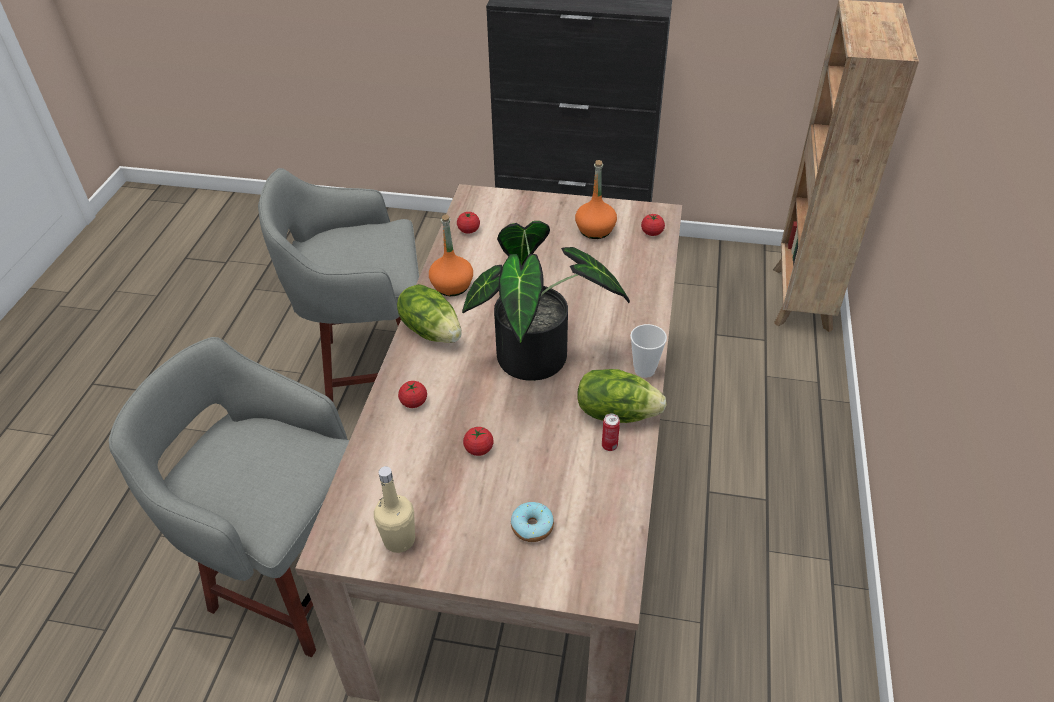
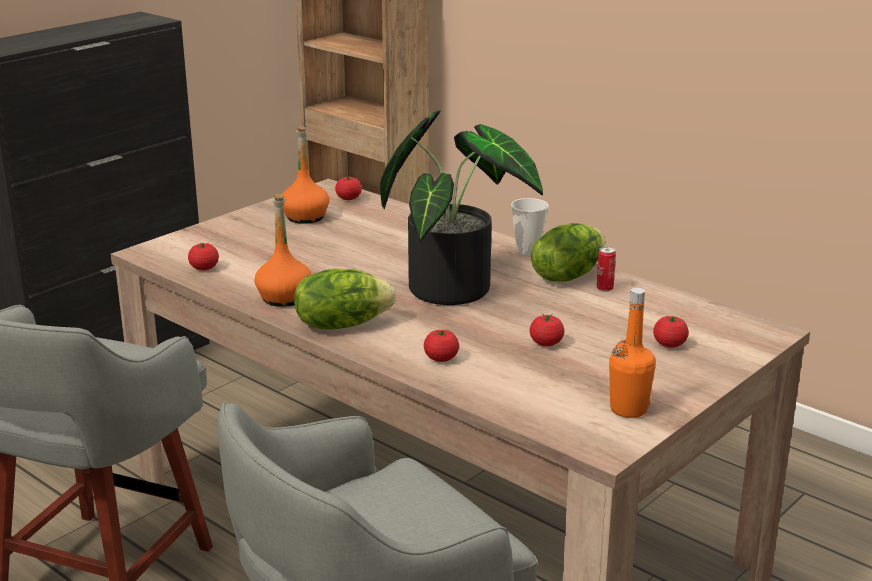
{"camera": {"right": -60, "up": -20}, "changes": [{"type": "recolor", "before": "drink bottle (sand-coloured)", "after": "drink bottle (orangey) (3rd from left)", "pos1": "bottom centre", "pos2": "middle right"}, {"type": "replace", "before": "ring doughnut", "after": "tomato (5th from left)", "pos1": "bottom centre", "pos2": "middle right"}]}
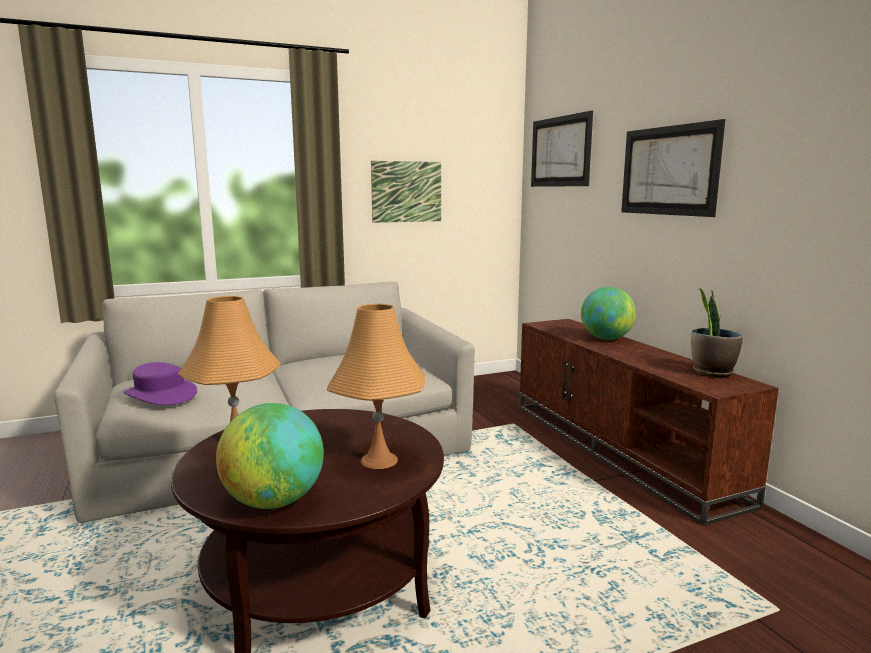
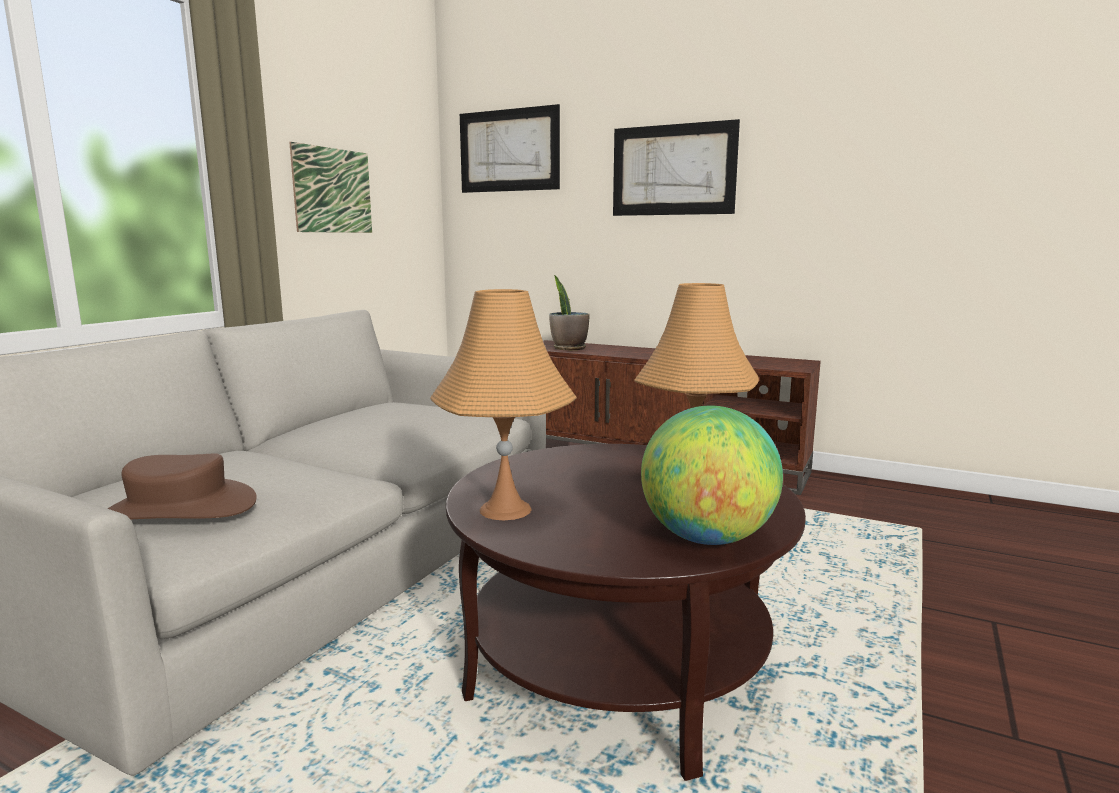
{"camera": {"right": -40, "up": 0}, "changes": [{"type": "recolor", "before": "clothing hat (purple)", "after": "clothing hat (brown)", "pos1": "middle left", "pos2": "middle left"}, {"type": "delete", "before": "globe (2nd from left)", "pos1": "middle right"}, {"type": "move", "before": "plant in a pot", "pos1": "middle right", "pos2": "centre"}]}
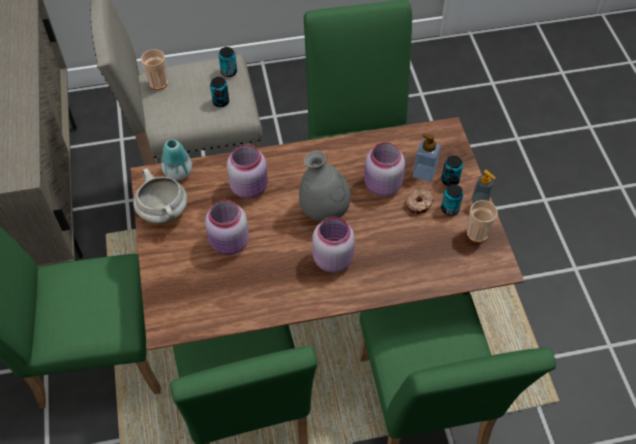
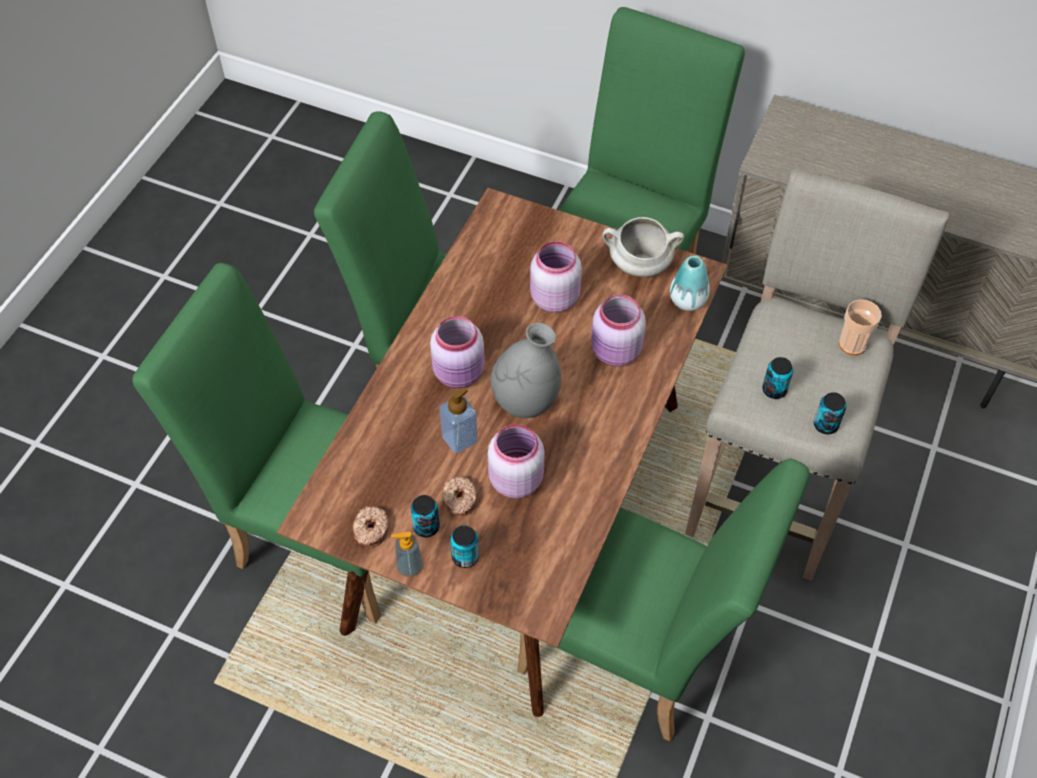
{"camera": {"right": 125, "up": 0}, "changes": [{"type": "move", "before": "soap bottle (1st from left in the first image)", "after": "soap bottle (2nd from left)", "pos1": "middle right", "pos2": "centre"}, {"type": "replace", "before": "small cup (2nd from left)", "after": "ring doughnut (1st from left)", "pos1": "middle right", "pos2": "bottom centre"}]}
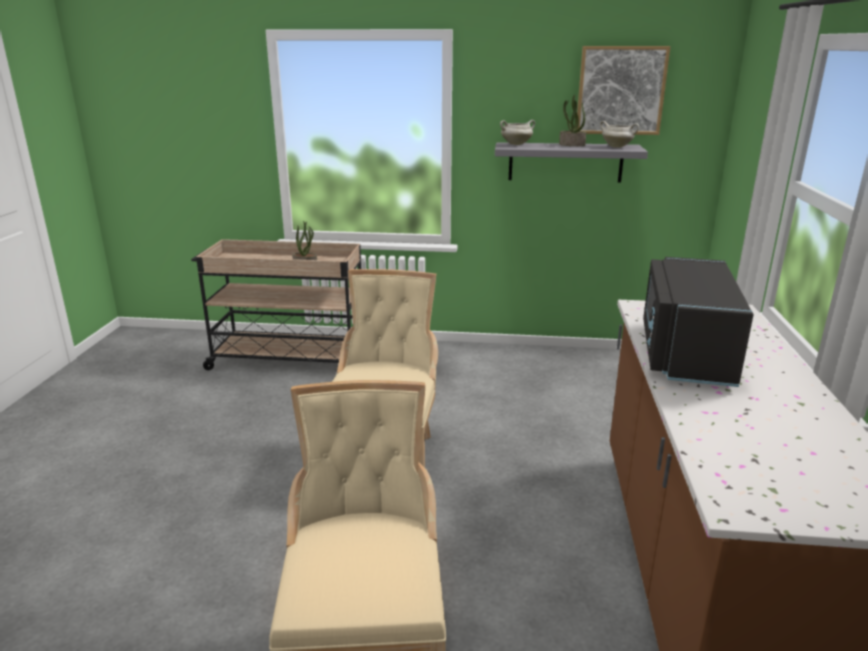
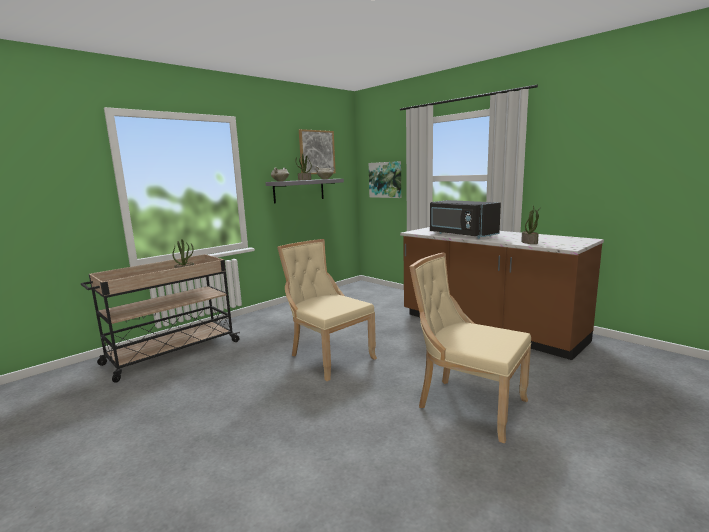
{"camera": {"right": -50, "up": -10}, "changes": [{"type": "insert", "after": "wall art (2nd from left)", "pos2": "centre"}, {"type": "insert", "after": "plant in a pot (3rd from left)", "pos2": "middle right"}]}
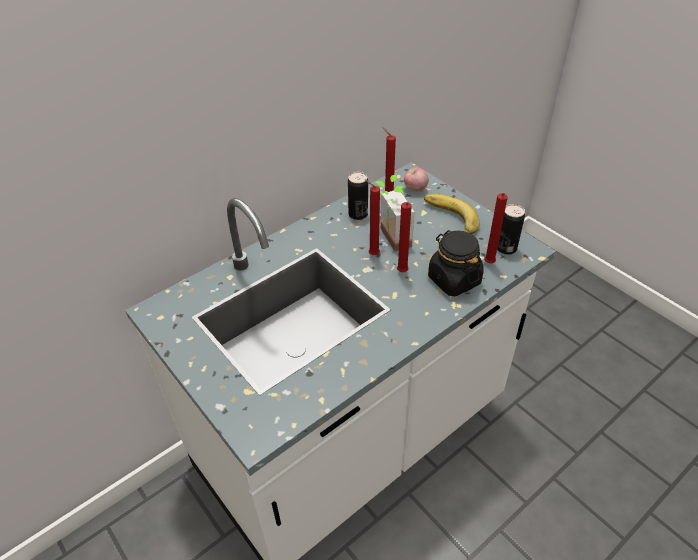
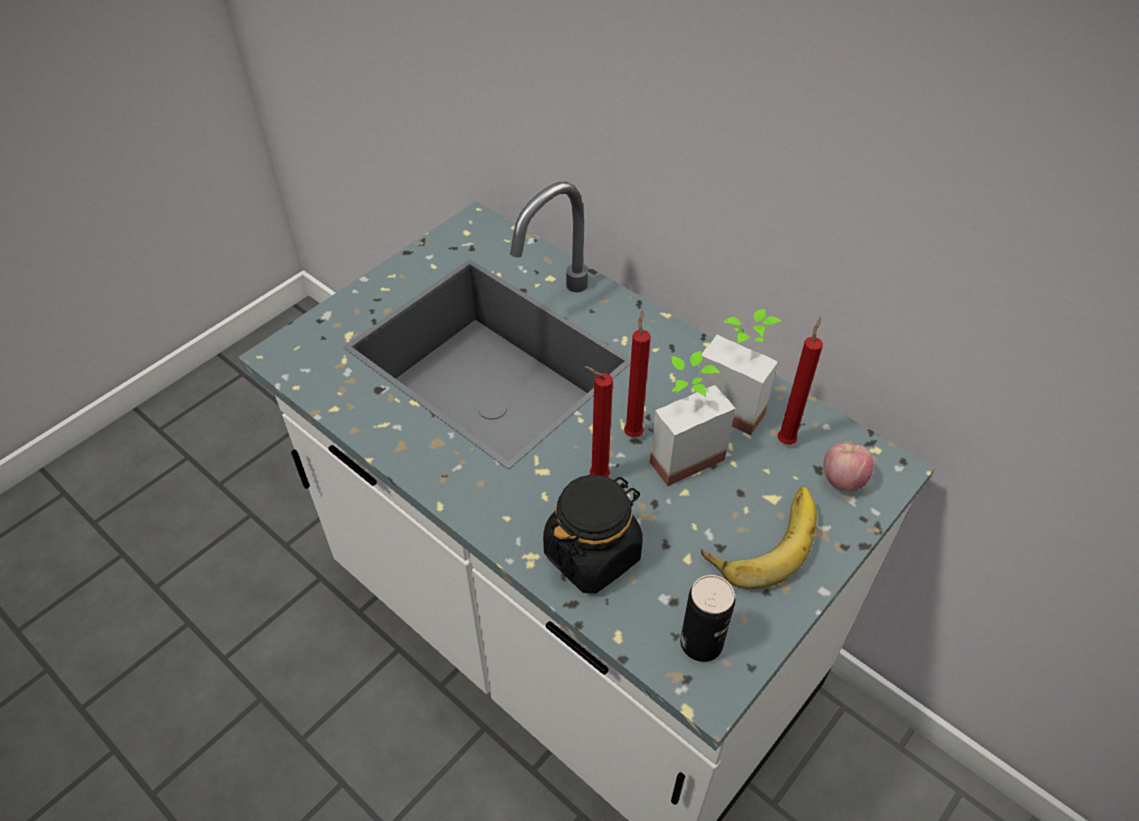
{"camera": {"right": 80, "up": 5}, "changes": [{"type": "replace", "before": "metal can (1st from left)", "after": "plant in a pot (2nd from left)", "pos1": "centre", "pos2": "centre"}, {"type": "delete", "before": "wax light (red-coloured) (4th from left)", "pos1": "middle right"}]}
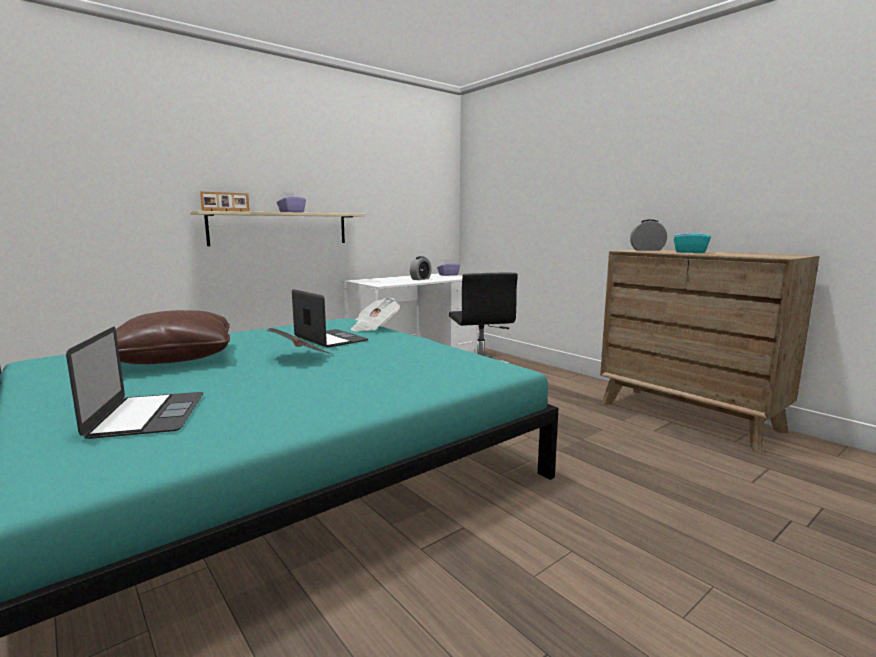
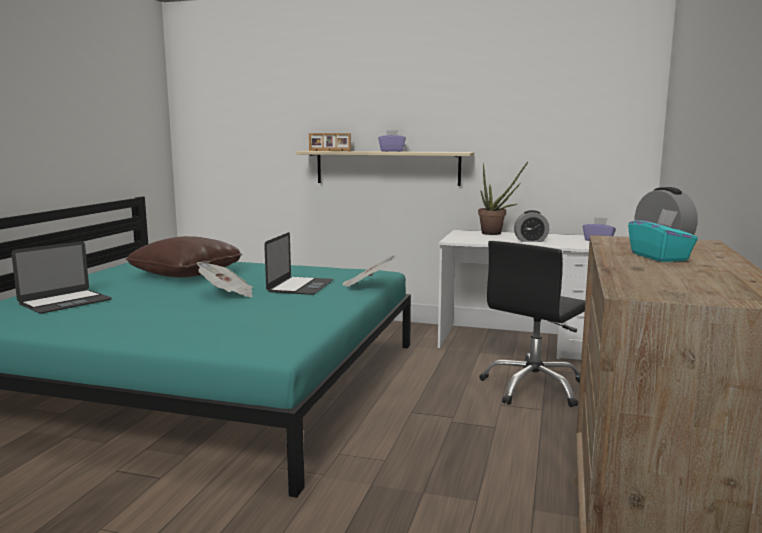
{"camera": {"right": 55, "up": 0}, "changes": [{"type": "insert", "after": "plant in a pot", "pos2": "centre"}]}
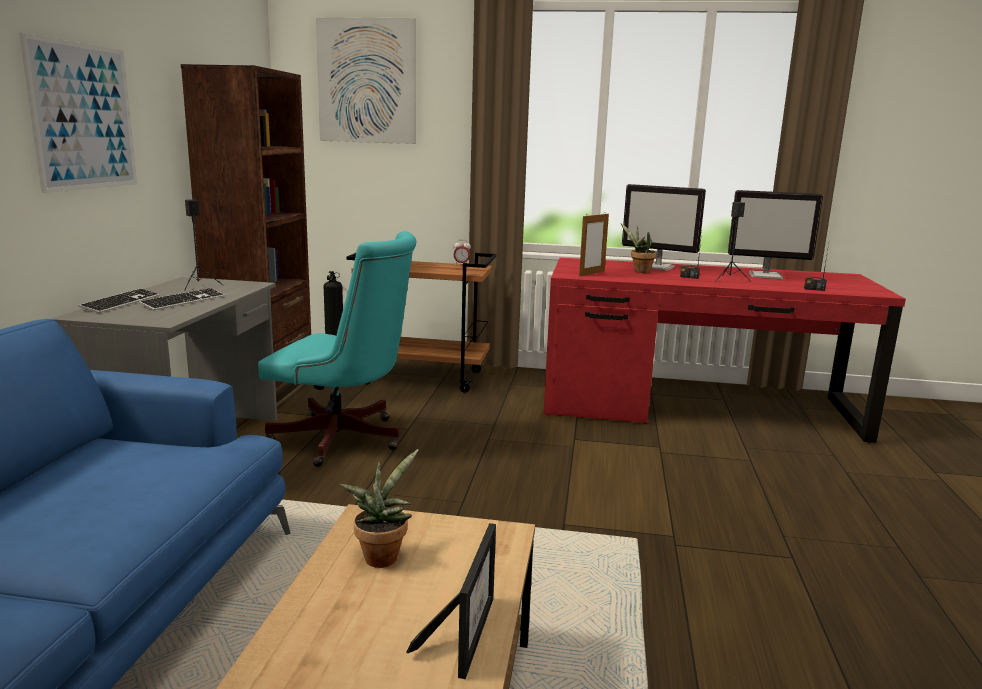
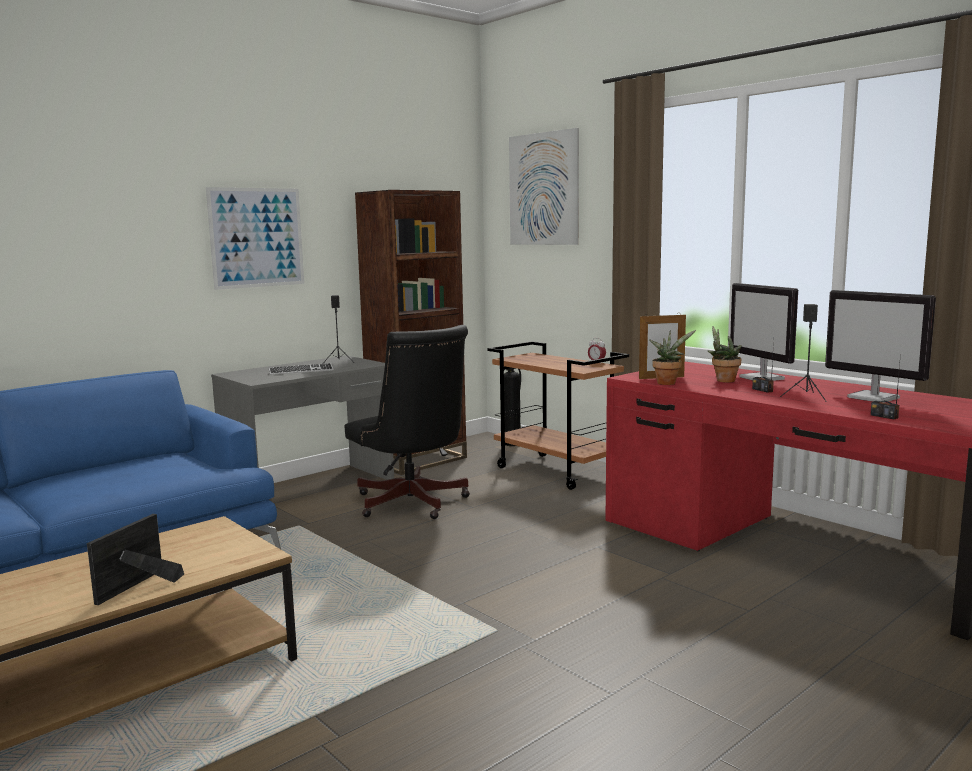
{"camera": {"right": 40, "up": -5}, "changes": [{"type": "delete", "before": "computer keyboard (1st from left)", "pos1": "middle left"}, {"type": "recolor", "before": "office chair (turquoise)", "after": "office chair (black-coloured)", "pos1": "centre", "pos2": "centre"}, {"type": "move", "before": "plant in a pot (1st from left)", "pos1": "bottom centre", "pos2": "middle right"}, {"type": "rotate", "before": "photo frame (1st from left)", "pos1": "bottom centre", "pos2": "bottom left", "turn": 150}]}
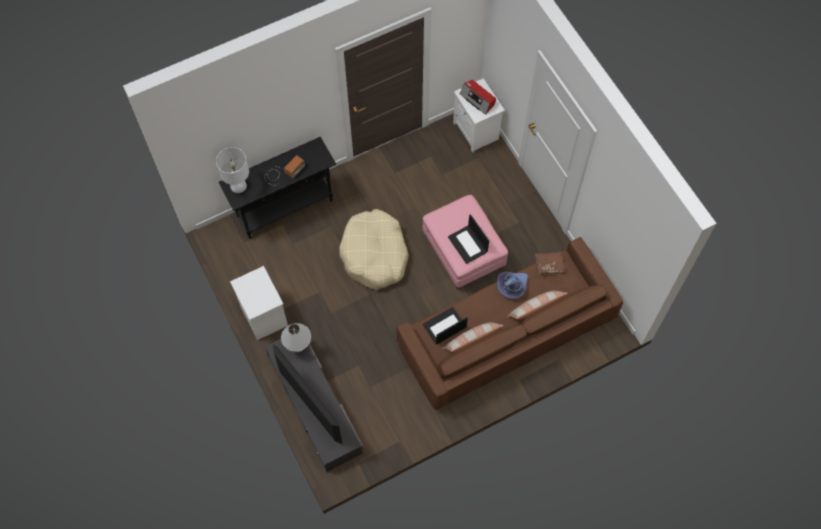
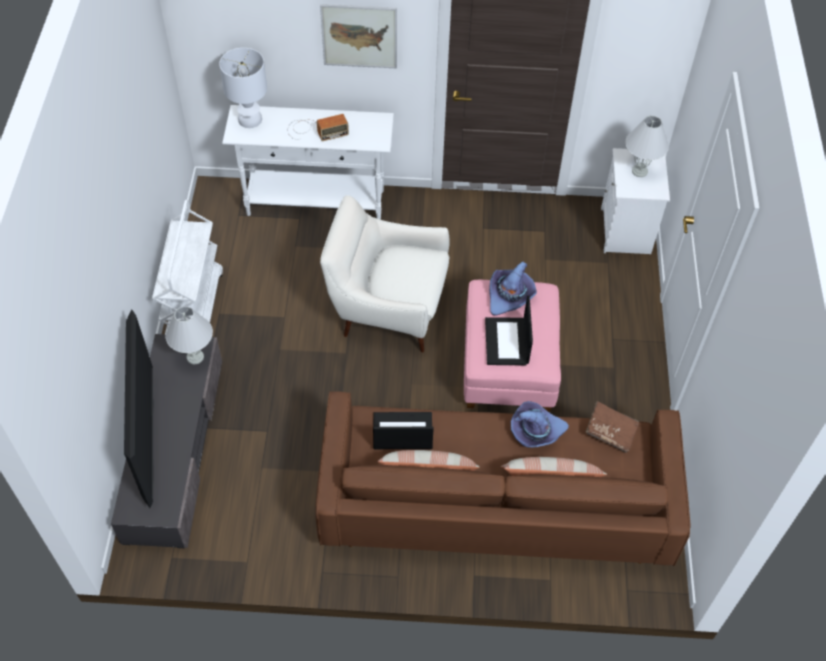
{"camera": {"right": 30, "up": -10}, "changes": [{"type": "recolor", "before": "console table (black-coloured)", "after": "console table (white-coloured)", "pos1": "centre", "pos2": "top centre"}, {"type": "replace", "before": "bedside table (white-coloured) (1st from left)", "after": "wheeled cart (white-coloured)", "pos1": "middle left", "pos2": "middle left"}, {"type": "replace", "before": "dog bed (sand-coloured)", "after": "lounge chair (white-coloured)", "pos1": "centre", "pos2": "centre"}, {"type": "replace", "before": "radio receiver (2nd from left)", "after": "tabletop lamp (white-coloured) (3rd from left)", "pos1": "top centre", "pos2": "top right"}, {"type": "insert", "after": "wall art", "pos2": "top centre"}, {"type": "insert", "after": "clothing hat (purple) (1st from left)", "pos2": "centre"}]}
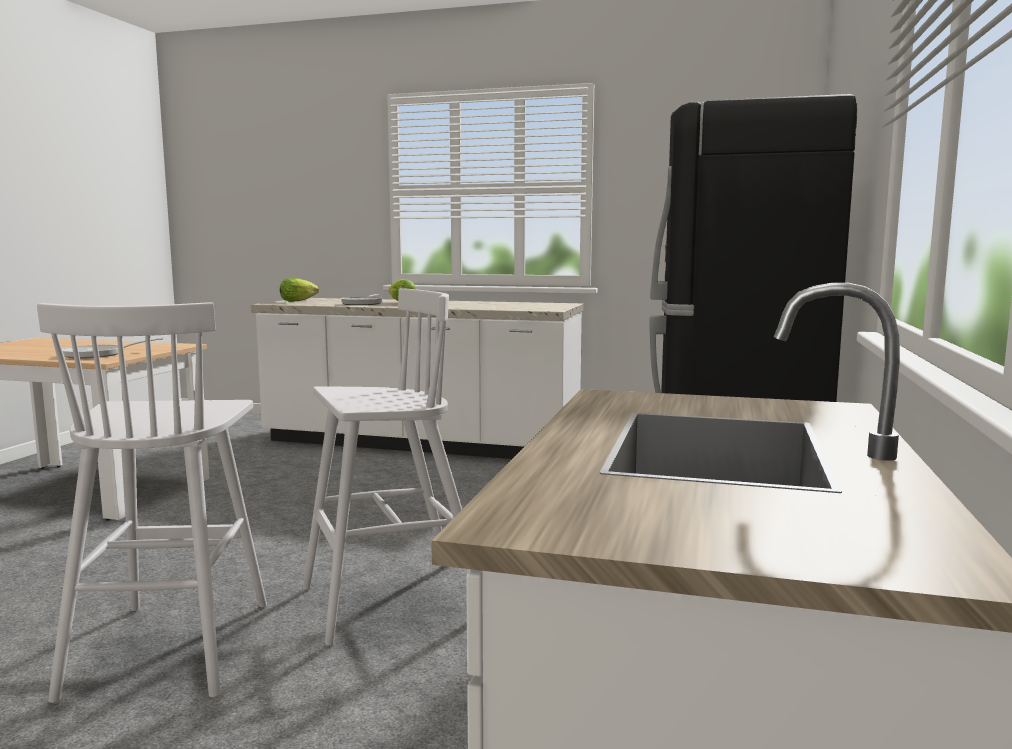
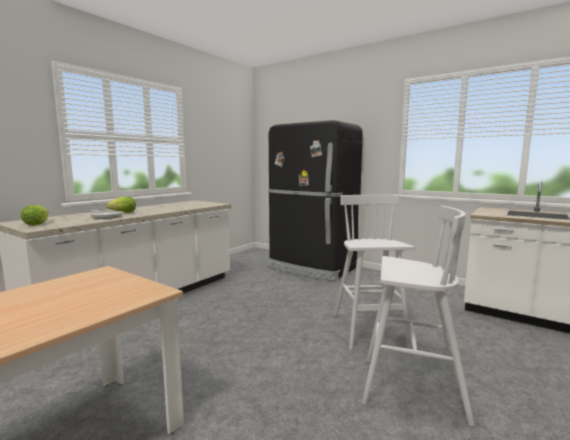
{"camera": {"right": -70, "up": 0}, "changes": [{"type": "delete", "before": "frying pan (1st from left)", "pos1": "middle left"}]}
